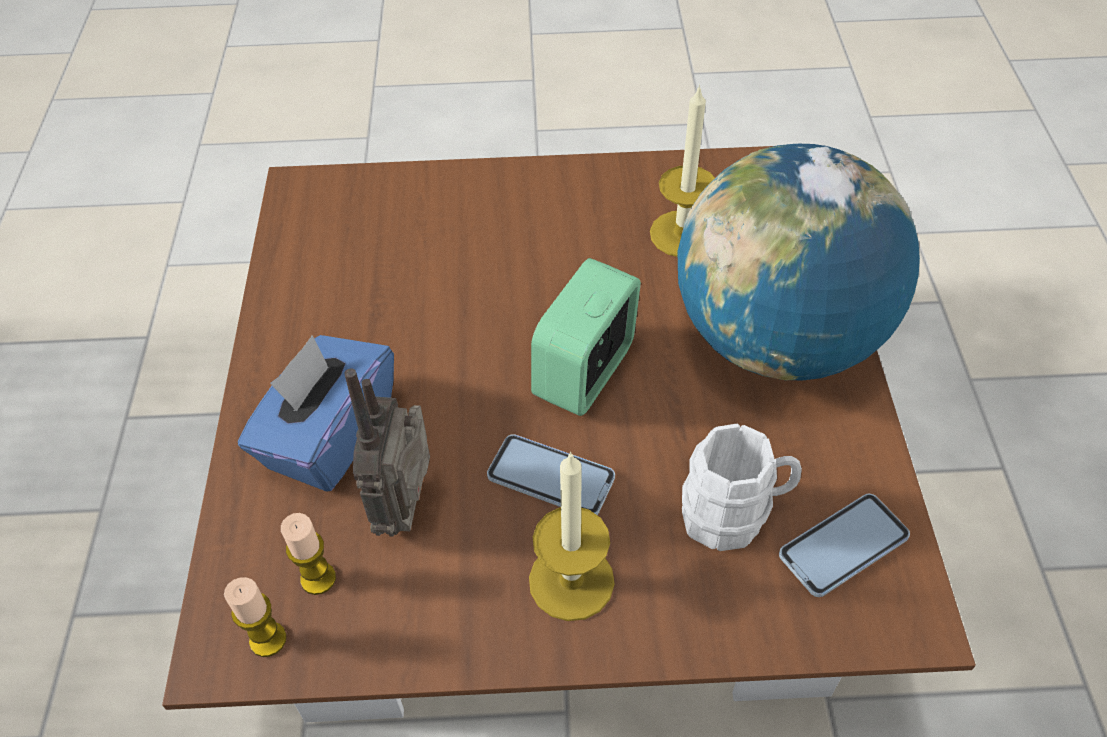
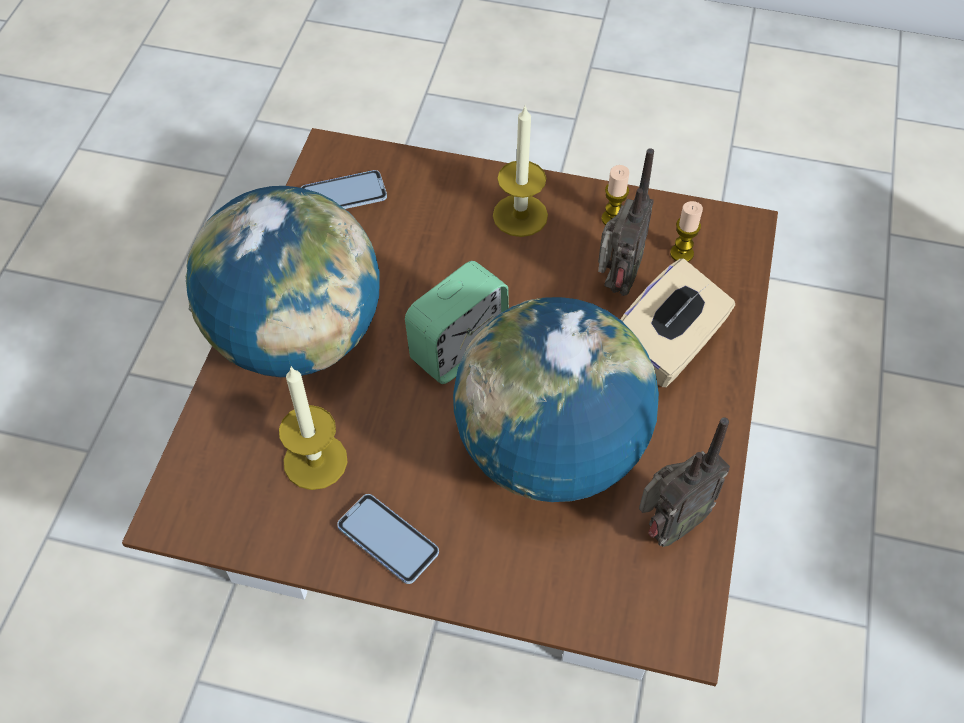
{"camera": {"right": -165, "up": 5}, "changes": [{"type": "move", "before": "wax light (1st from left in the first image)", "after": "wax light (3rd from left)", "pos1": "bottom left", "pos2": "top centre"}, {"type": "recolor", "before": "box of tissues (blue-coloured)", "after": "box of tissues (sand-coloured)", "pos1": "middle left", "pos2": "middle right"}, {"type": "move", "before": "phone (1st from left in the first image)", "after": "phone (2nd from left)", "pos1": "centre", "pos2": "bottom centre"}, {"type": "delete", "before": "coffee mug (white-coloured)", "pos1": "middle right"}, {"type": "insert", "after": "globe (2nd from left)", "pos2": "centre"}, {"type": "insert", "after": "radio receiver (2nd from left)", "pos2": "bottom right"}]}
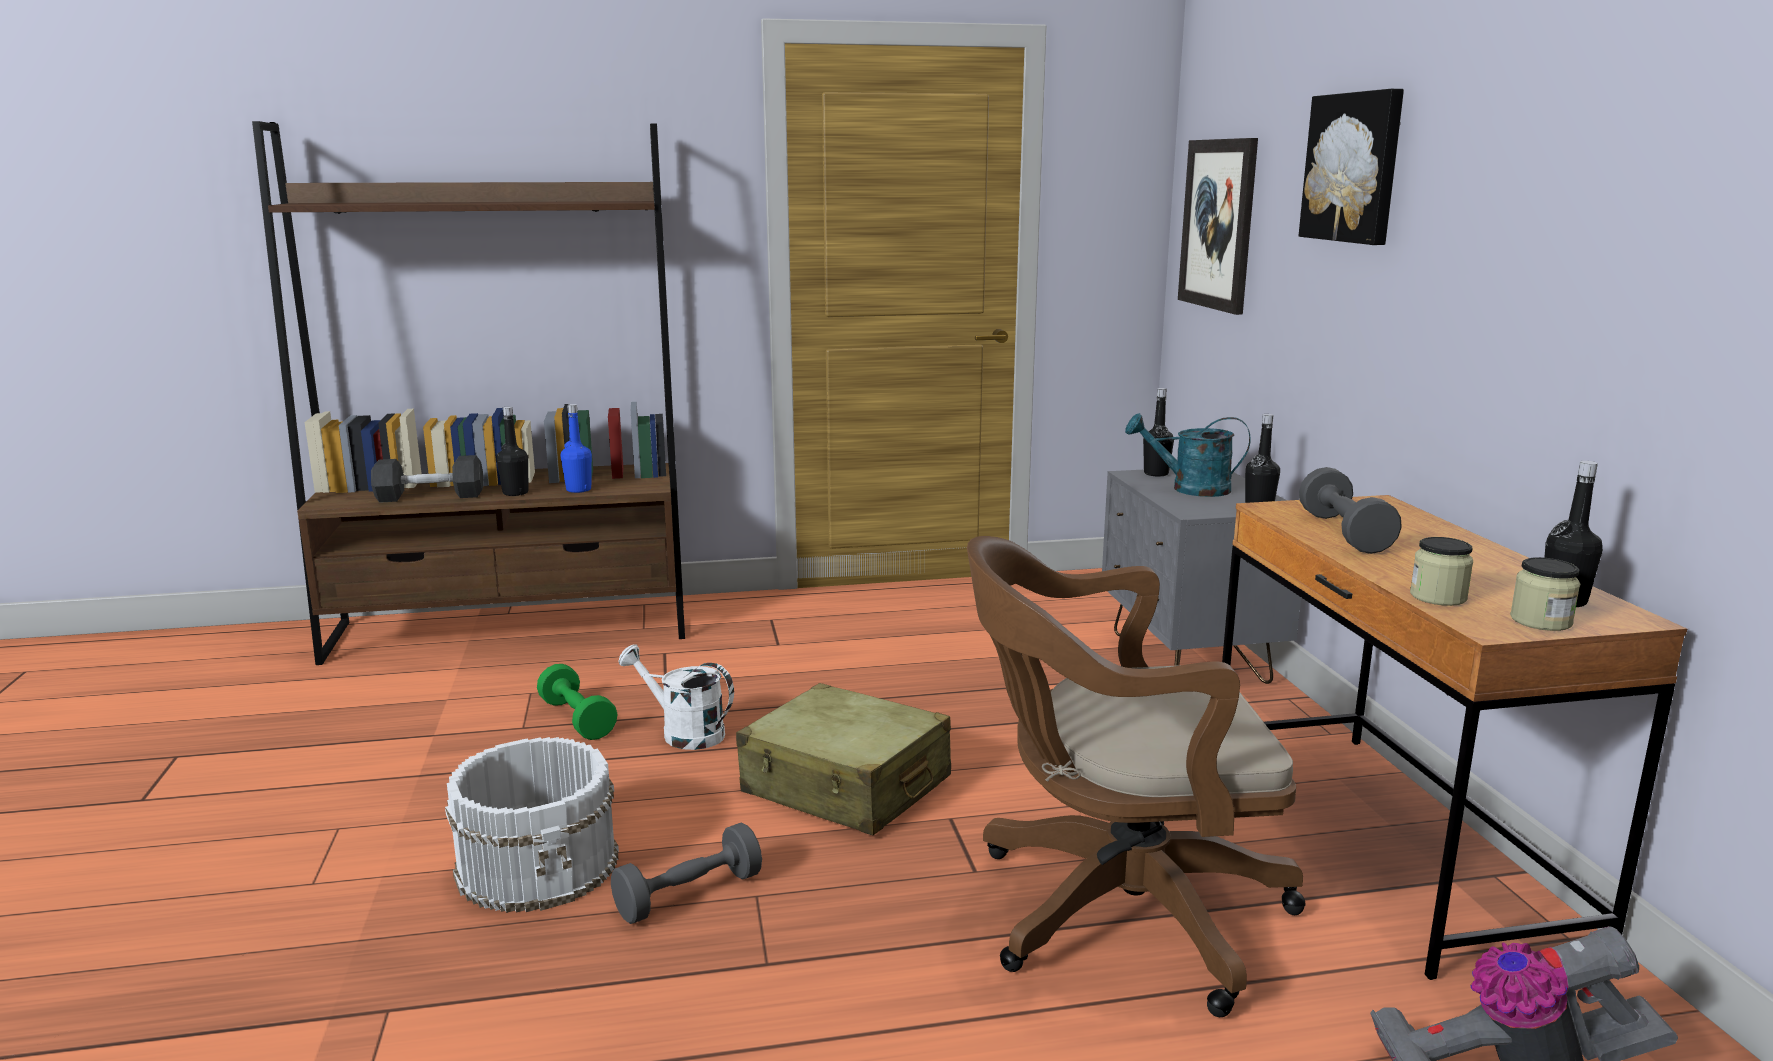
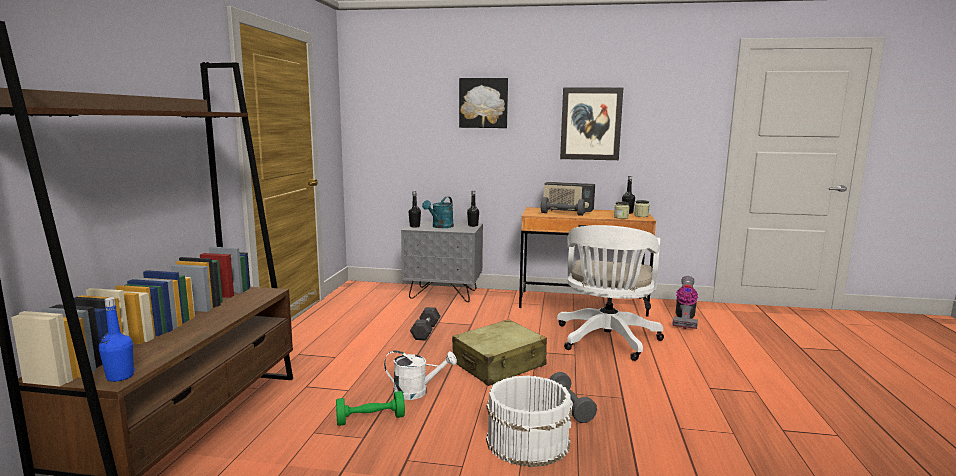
{"camera": {"right": -70, "up": -5}, "changes": [{"type": "move", "before": "dumbbell (grey) (1st from left)", "pos1": "middle left", "pos2": "bottom centre"}, {"type": "delete", "before": "drink bottle (black-coloured) (1st from left)", "pos1": "middle left"}, {"type": "move", "before": "drink bottle (blue-coloured)", "pos1": "middle left", "pos2": "bottom left"}, {"type": "rotate", "before": "sprinkling can (white-coloured)", "pos1": "centre", "pos2": "bottom centre", "turn": -135}, {"type": "recolor", "before": "office chair (brown)", "after": "office chair (white-coloured)", "pos1": "bottom centre", "pos2": "centre"}, {"type": "move", "before": "wall art (1st from left in the first image)", "after": "wall art (2nd from left)", "pos1": "top right", "pos2": "top centre"}, {"type": "insert", "after": "radio receiver", "pos2": "centre"}]}
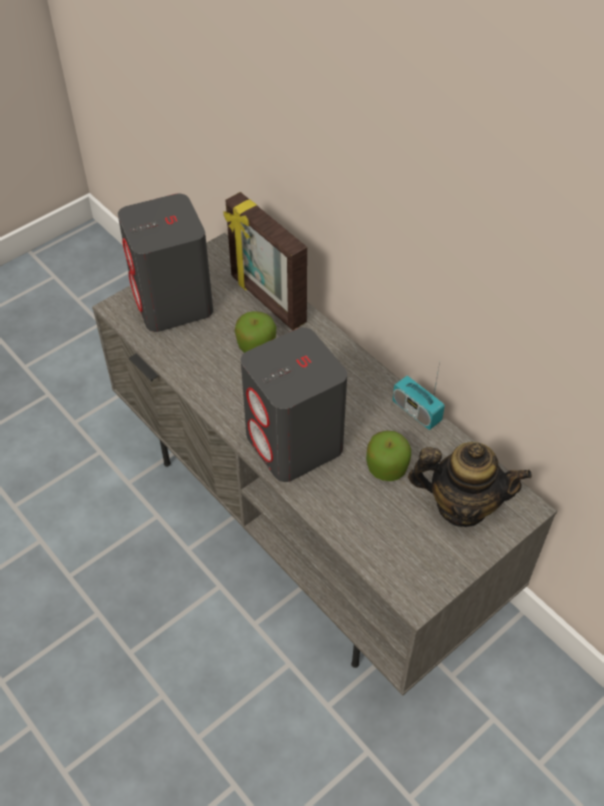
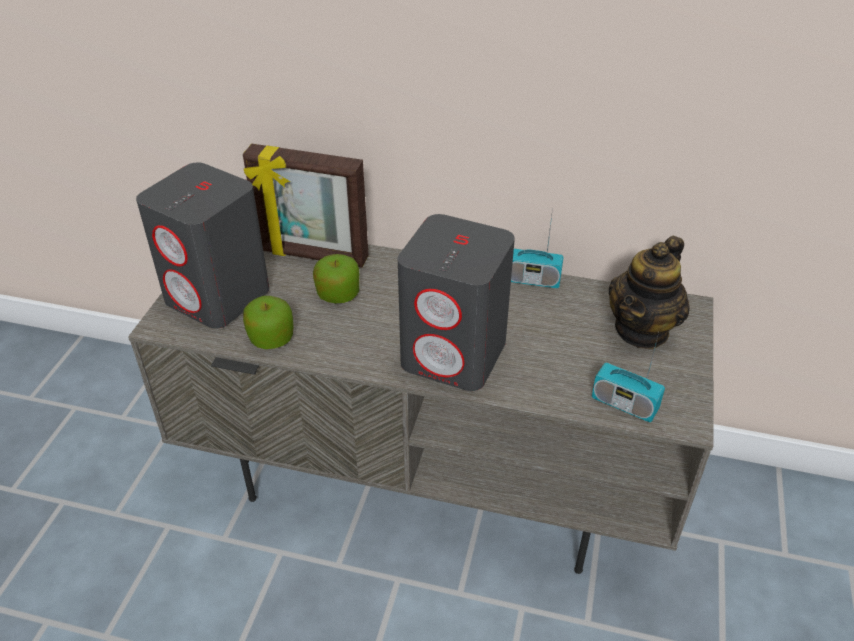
{"camera": {"right": -35, "up": -10}, "changes": [{"type": "move", "before": "apple (2nd from left in the first image)", "after": "apple (1st from left)", "pos1": "centre", "pos2": "middle left"}, {"type": "rotate", "before": "teapot", "pos1": "middle right", "pos2": "middle right", "turn": 150}, {"type": "insert", "after": "radio receiver (2nd from left)", "pos2": "middle right"}]}
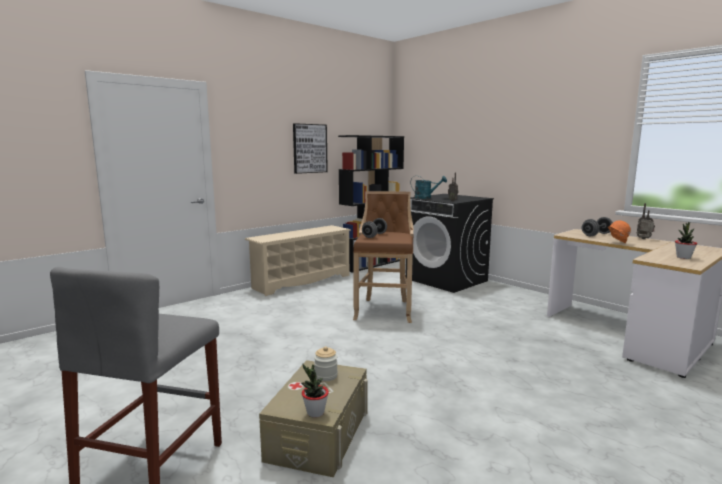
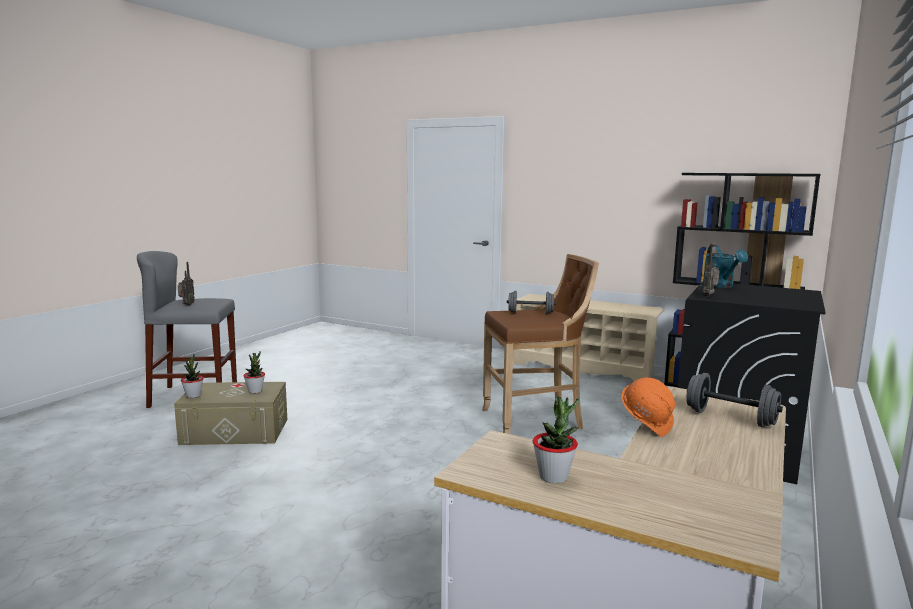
{"camera": {"right": 70, "up": 0}, "changes": [{"type": "delete", "before": "wall art", "pos1": "top centre"}, {"type": "replace", "before": "jar", "after": "plant in a pot (2nd from left)", "pos1": "bottom centre", "pos2": "middle left"}, {"type": "move", "before": "radio receiver (2nd from left in the first image)", "after": "radio receiver (1st from left)", "pos1": "middle right", "pos2": "middle left"}]}
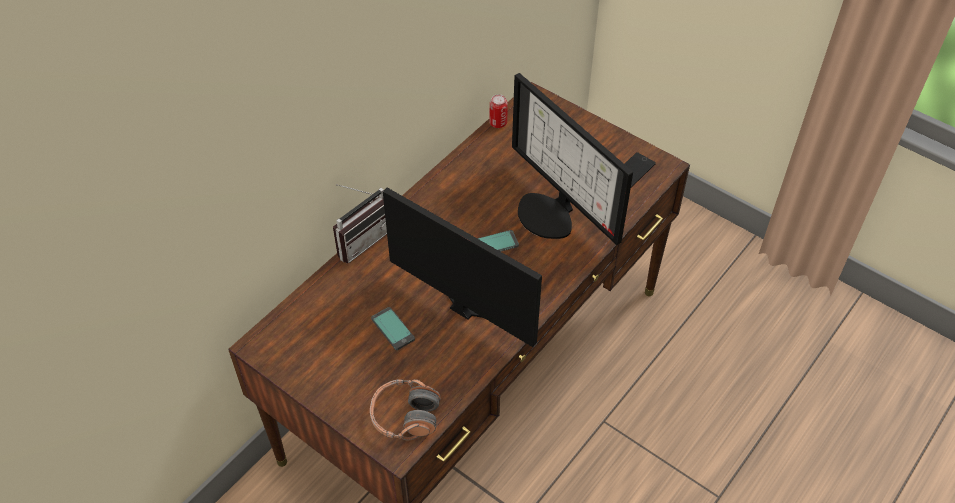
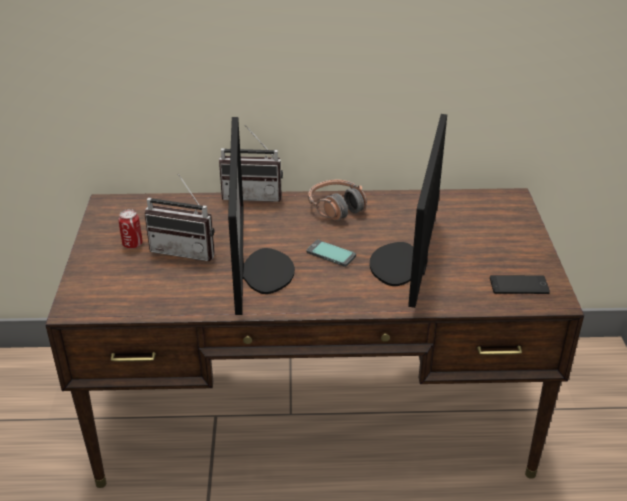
{"camera": {"right": 50, "up": -15}, "changes": [{"type": "move", "before": "pair of headphones", "pos1": "bottom centre", "pos2": "centre"}, {"type": "replace", "before": "phone (1st from left)", "after": "radio receiver (1st from left)", "pos1": "centre", "pos2": "middle left"}, {"type": "move", "before": "metal can", "pos1": "top centre", "pos2": "middle left"}]}
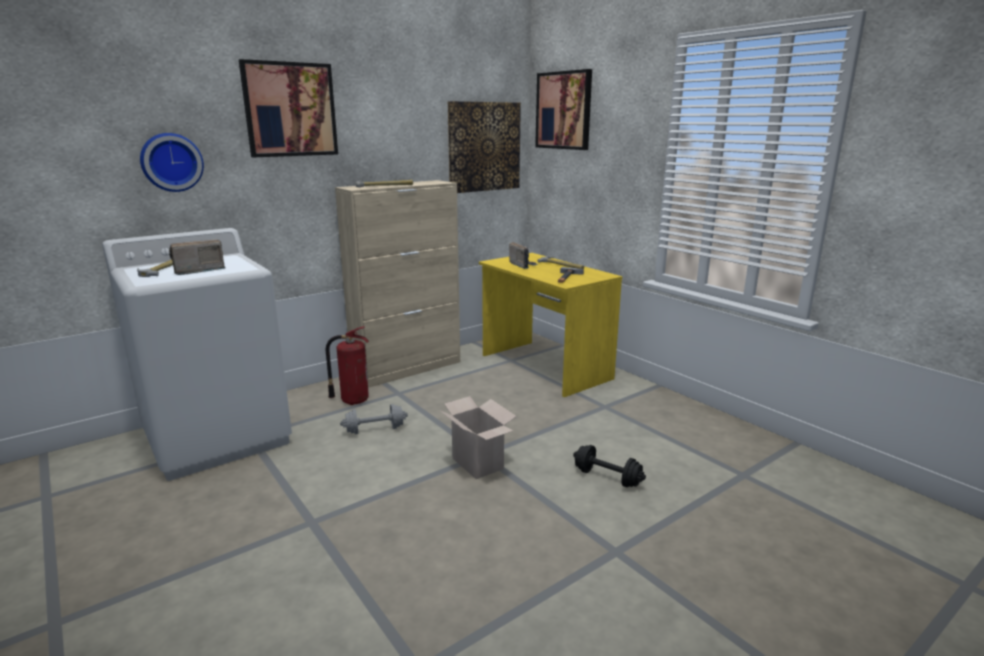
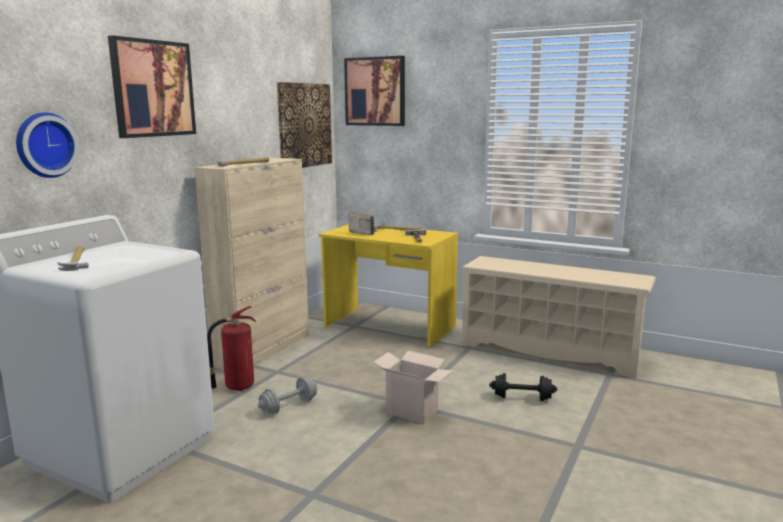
{"camera": {"right": -25, "up": -5}, "changes": [{"type": "delete", "before": "radio receiver (1st from left)", "pos1": "middle left"}, {"type": "insert", "after": "shoe rack (sand-coloured)", "pos2": "middle right"}]}
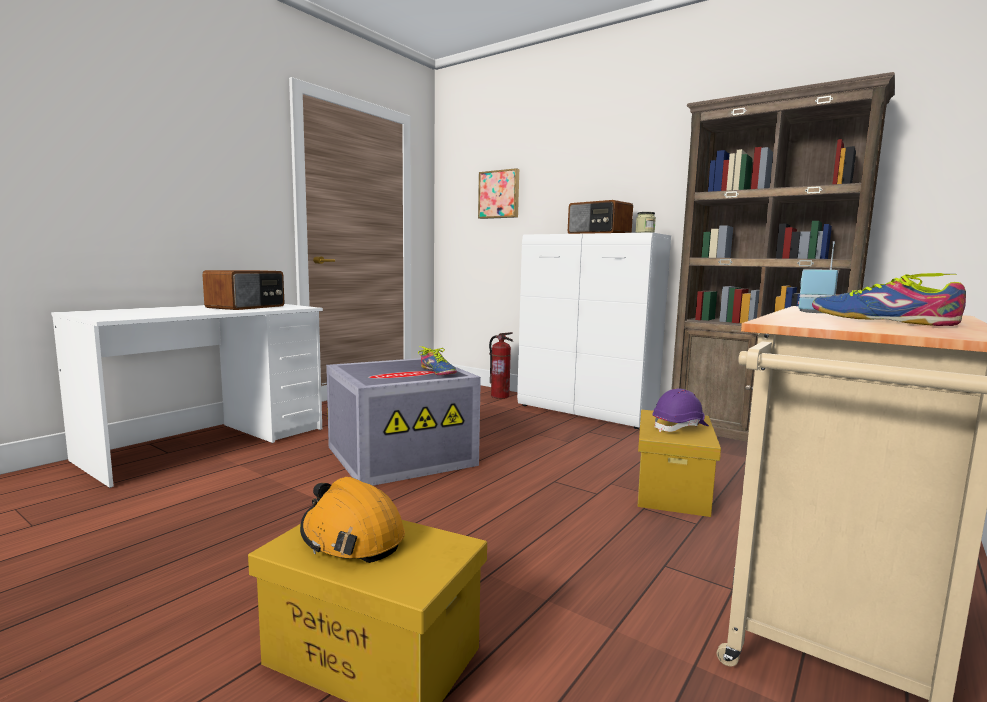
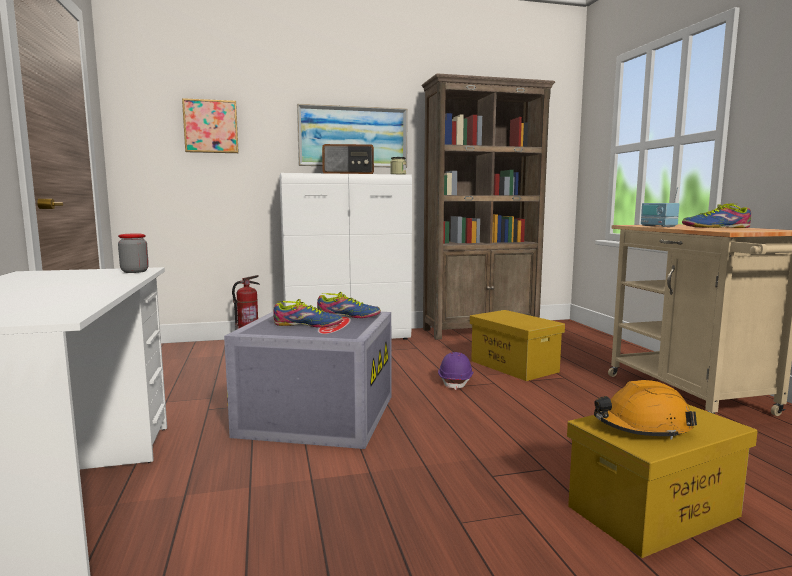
{"camera": {"right": -50, "up": 0}, "changes": [{"type": "delete", "before": "radio receiver (1st from left)", "pos1": "middle left"}, {"type": "move", "before": "work helmet (purple)", "pos1": "middle right", "pos2": "centre"}, {"type": "insert", "after": "jar (1st from left)", "pos2": "middle left"}, {"type": "insert", "after": "shoe (1st from left)", "pos2": "centre"}, {"type": "insert", "after": "wall art (2nd from left)", "pos2": "top centre"}]}
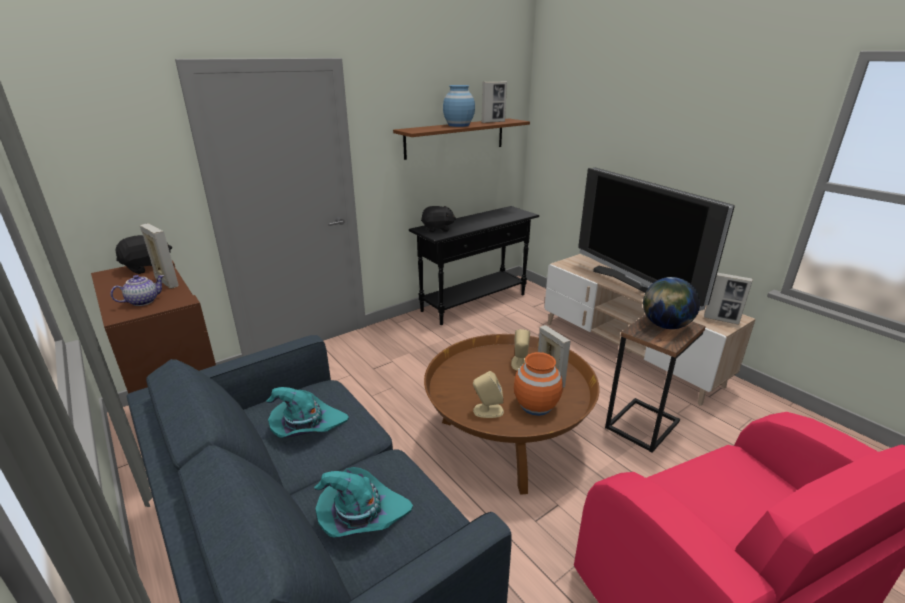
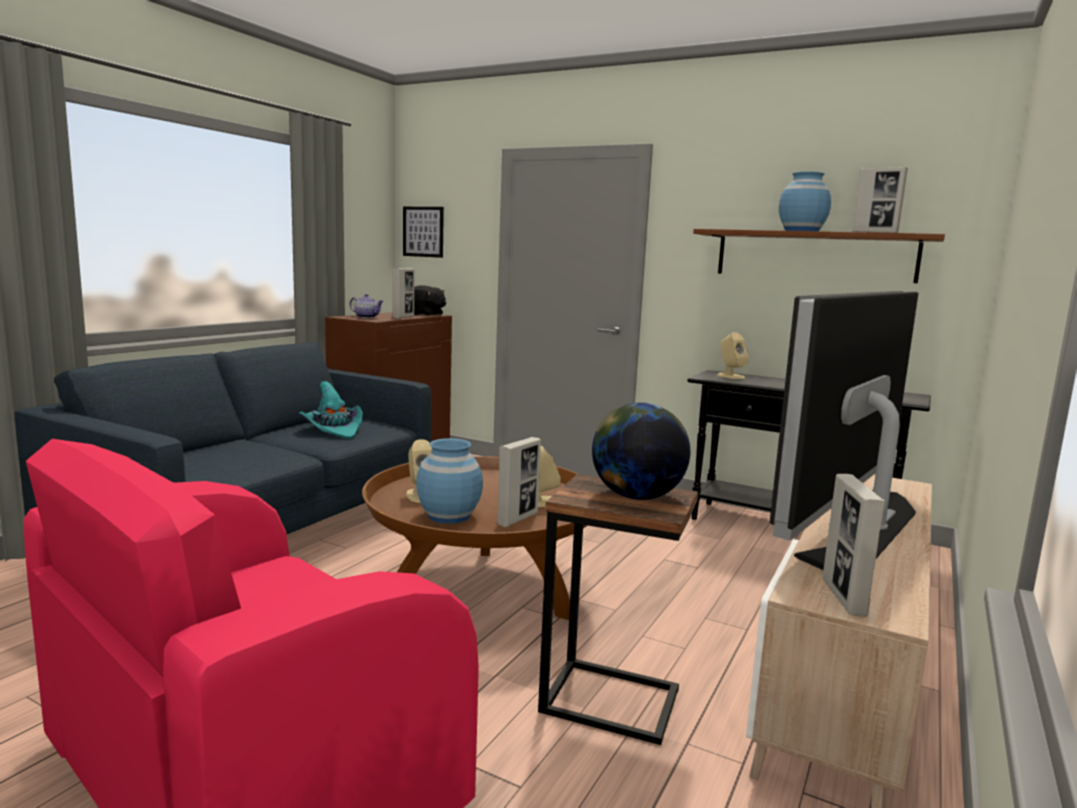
{"camera": {"right": 65, "up": -15}, "changes": [{"type": "delete", "before": "clothing hat (turquoise) (2nd from left)", "pos1": "bottom centre"}, {"type": "replace", "before": "plush toy (black-coloured) (2nd from left)", "after": "loudspeaker (sand-coloured) (3rd from left)", "pos1": "centre", "pos2": "middle right"}, {"type": "recolor", "before": "decorative vase (orangey)", "after": "decorative vase (blue-coloured) (1st from left)", "pos1": "centre", "pos2": "centre"}, {"type": "insert", "after": "wall art", "pos2": "top centre"}]}
